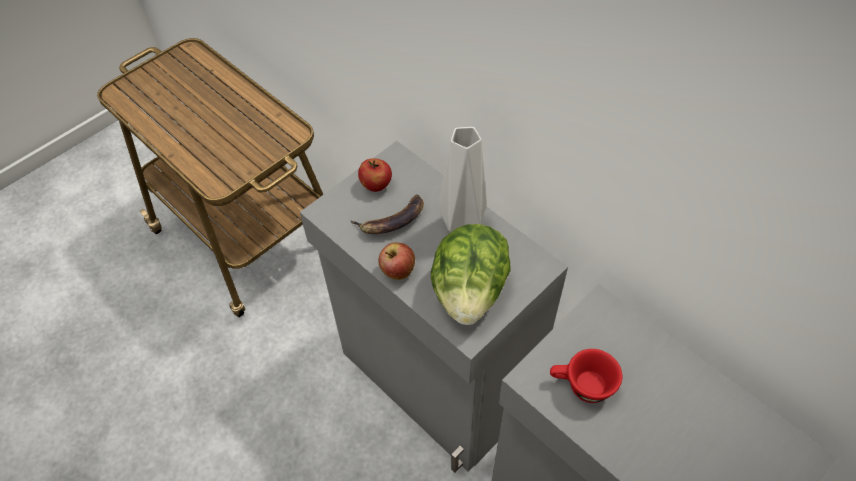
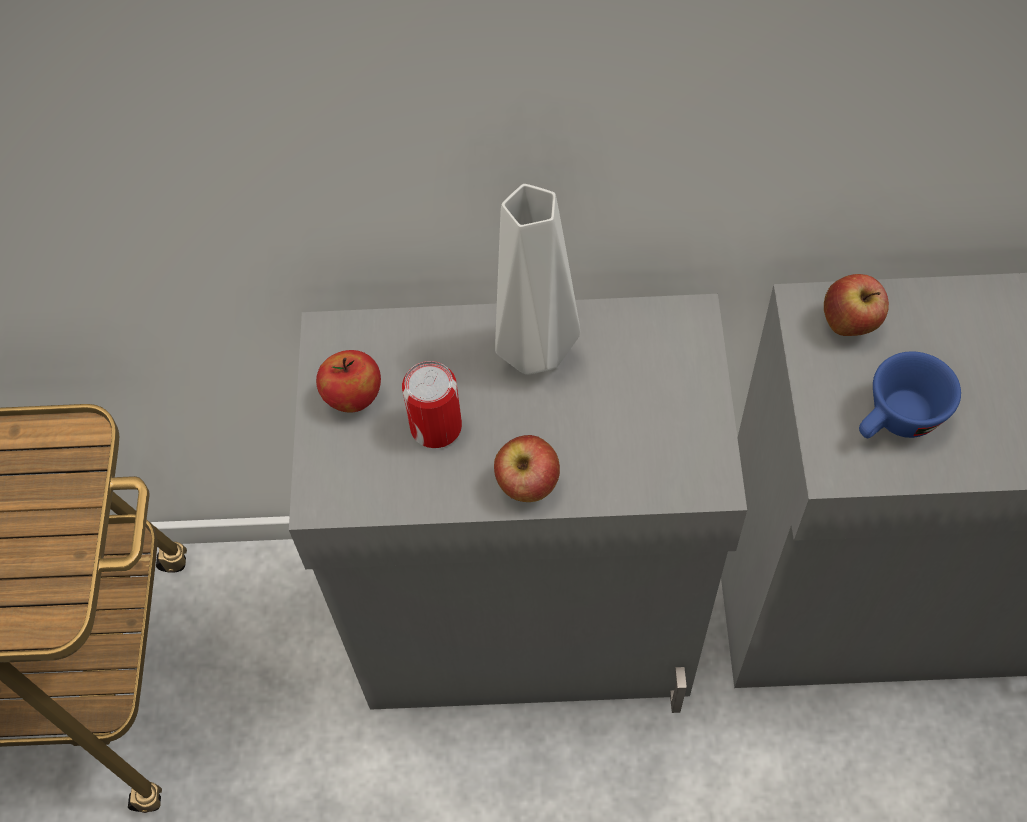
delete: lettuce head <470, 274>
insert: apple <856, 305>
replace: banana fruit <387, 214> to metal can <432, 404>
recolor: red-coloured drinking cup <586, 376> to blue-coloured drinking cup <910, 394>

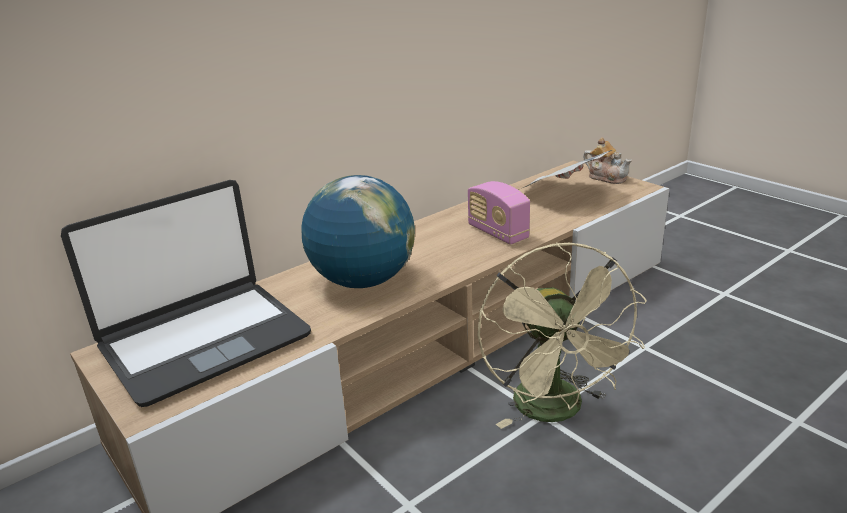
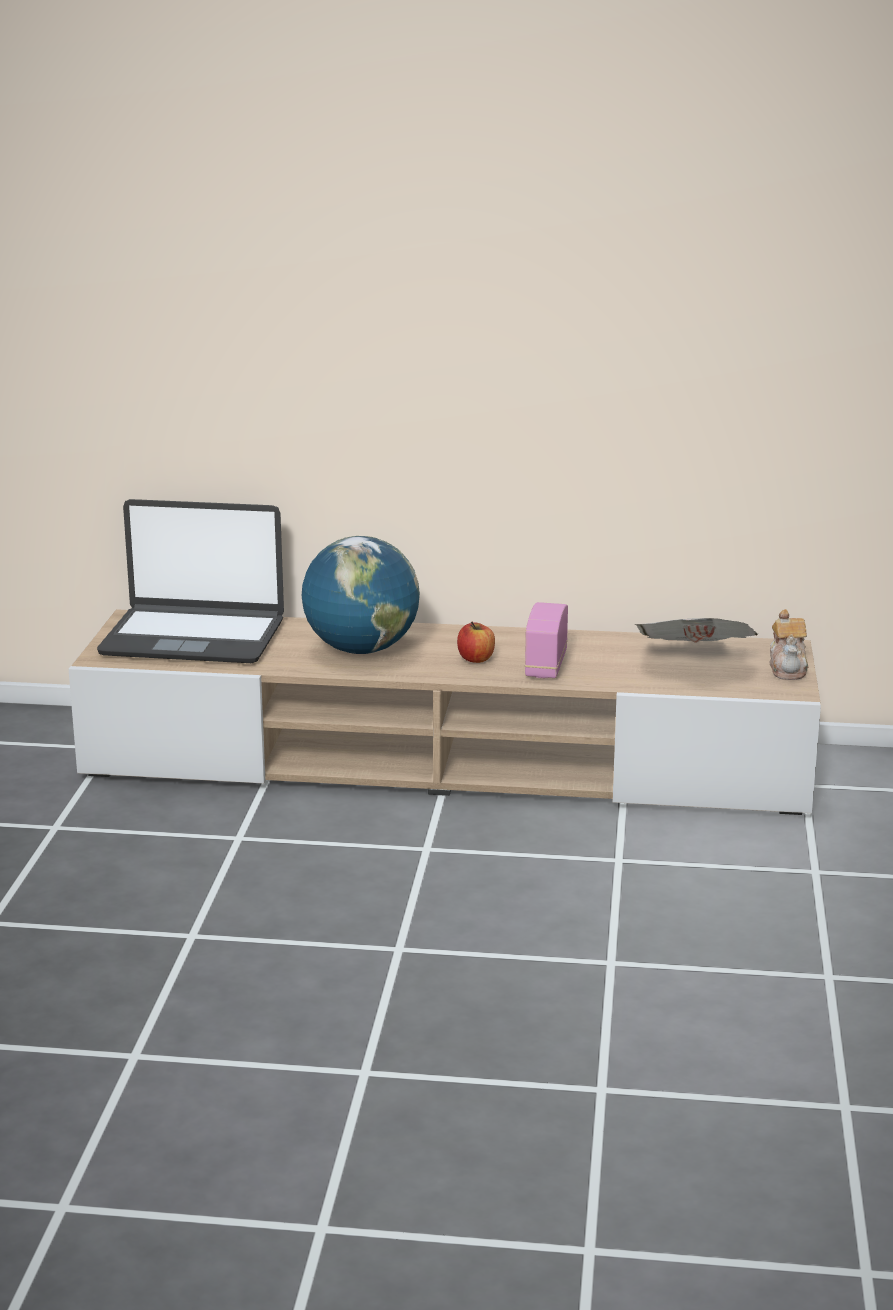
delete: beige-coloured electric fan <562, 335>
insert: apple <476, 642>

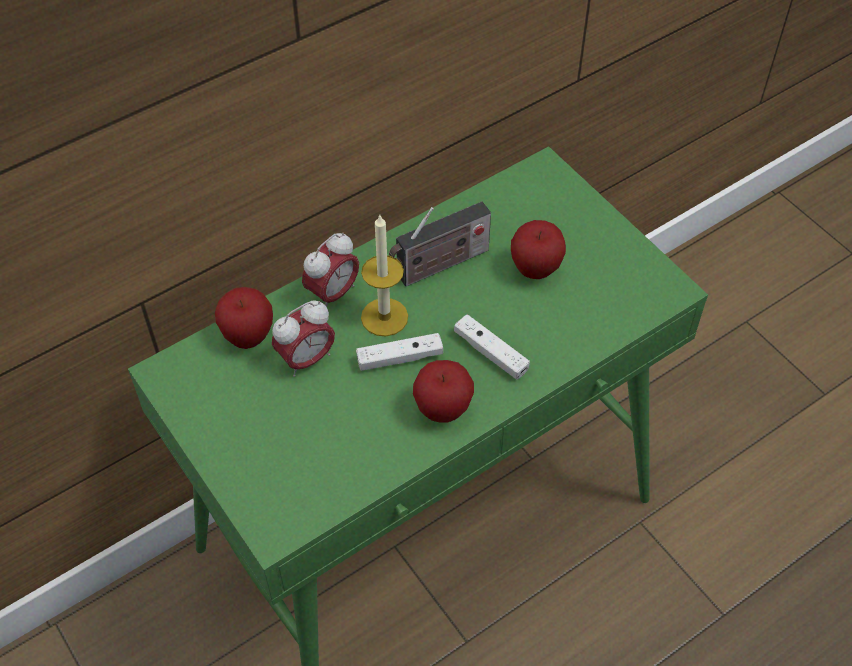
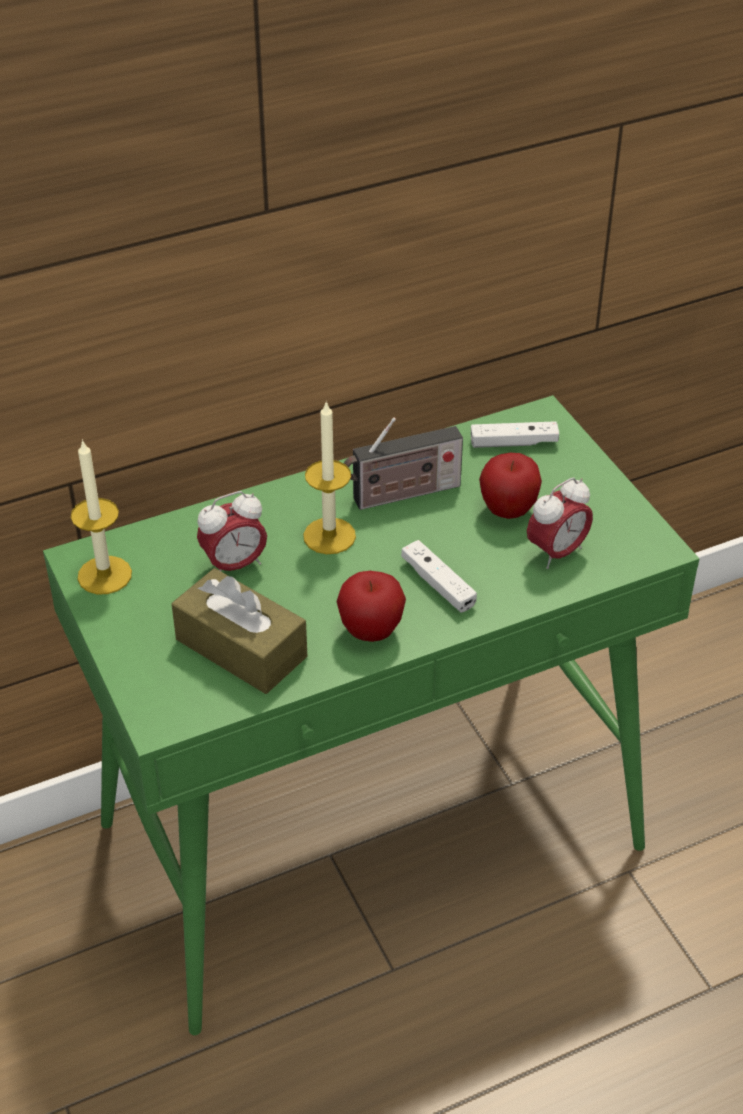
delete: apple <244, 318>
insert: candle <101, 517>; brown box of tissues <239, 631>
move: alarm clock <330, 269> to <560, 523>; white-coloured joypad <399, 352> to <515, 434>

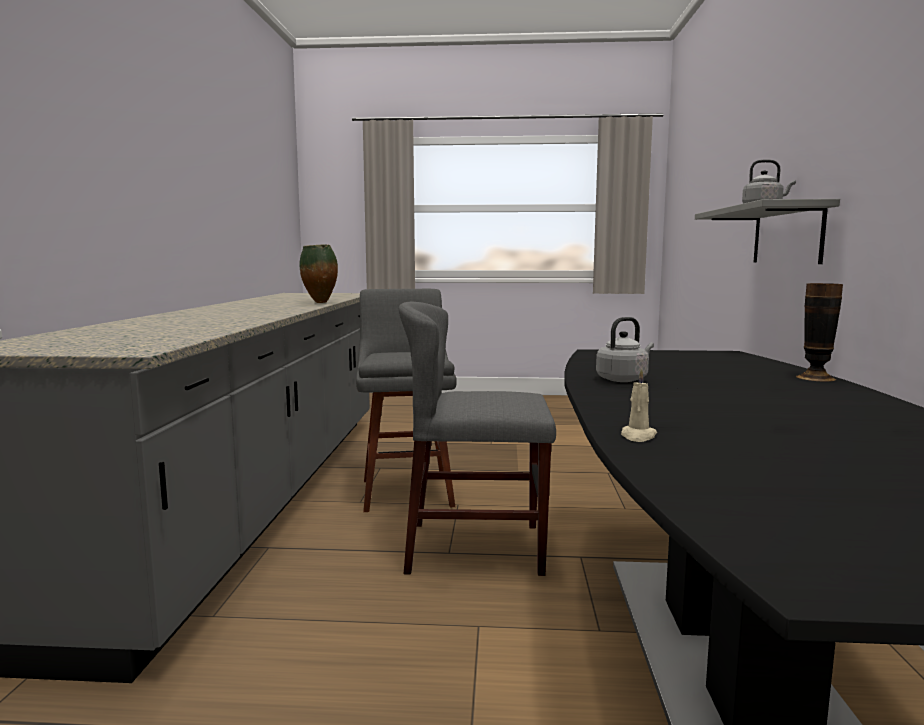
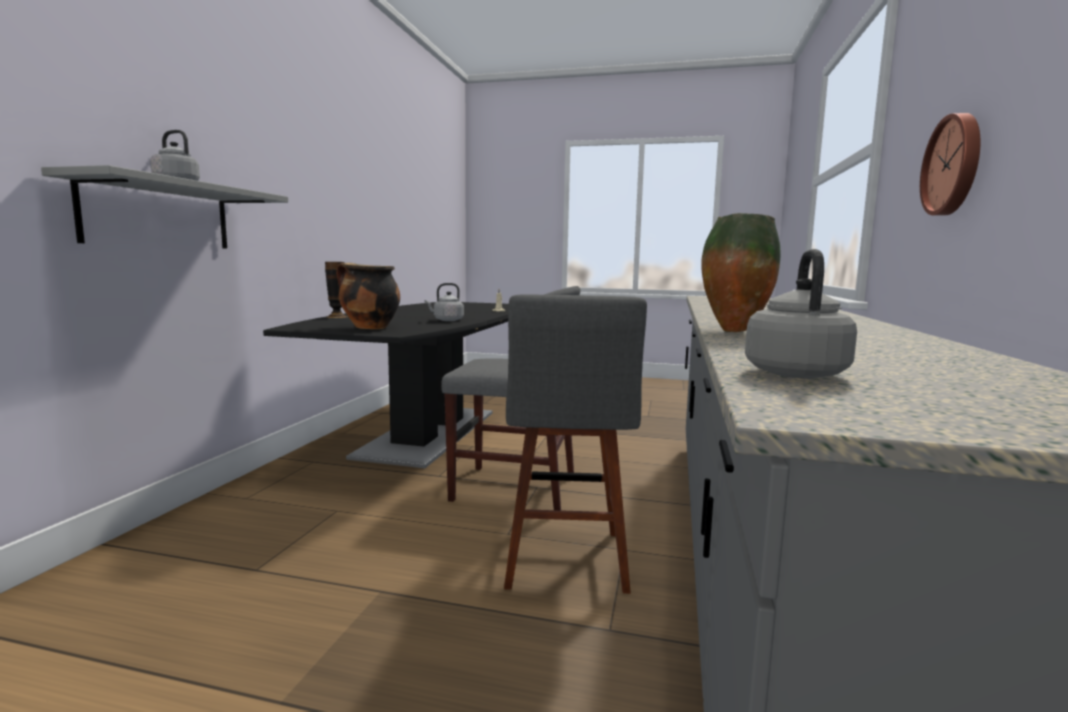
insert: stockpot <368, 296>; greyish tea kettle <801, 314>; hanging clock <950, 164>

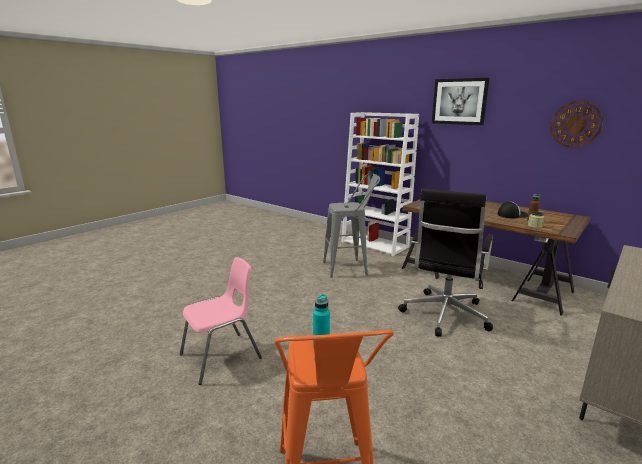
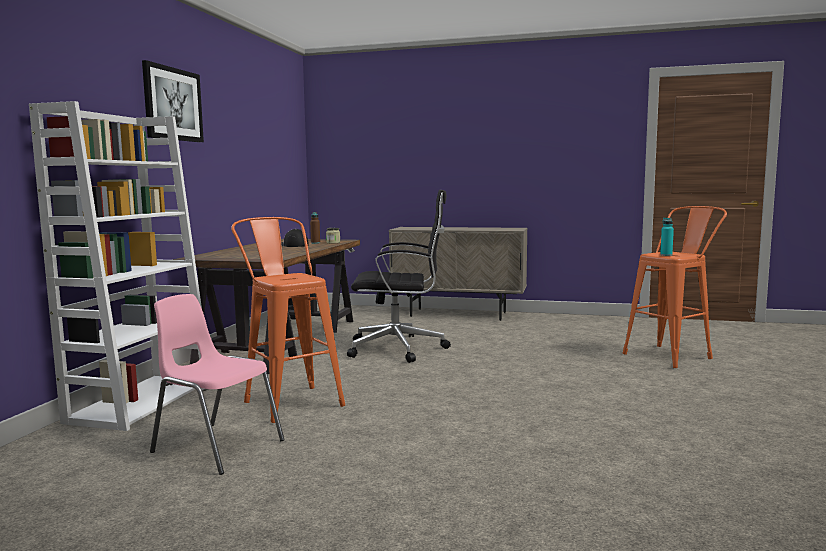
delete: hanging clock <577, 124>
move: pink-coloured upright chair <221, 321> to <217, 384>
recolor: greyish stool seat <351, 225> to orange stool seat <288, 320>

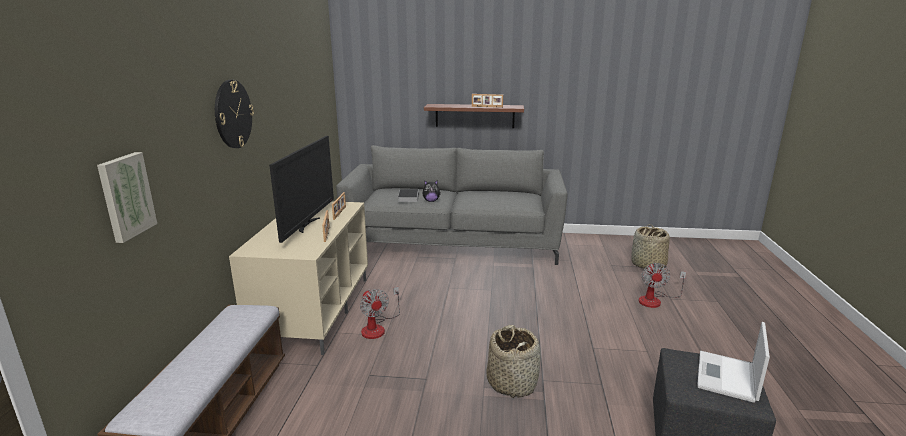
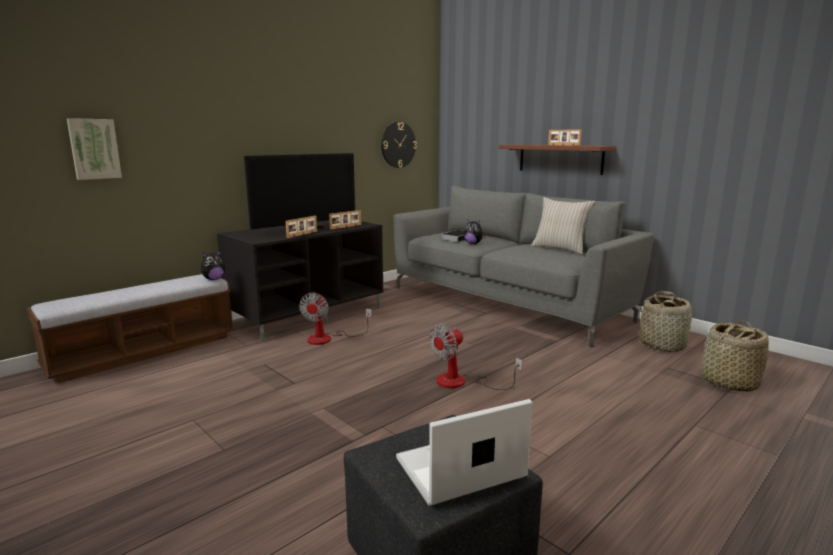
insert: cuddly toy <213, 265>; beige-coloured cushion <563, 226>
move: hanging clock <234, 114> to <399, 145>; basket <513, 361> to <665, 321>; electric fan <662, 285> to <475, 357>
recolor: beige-coloured tv stand <298, 278> to black-coloured tv stand <300, 281>

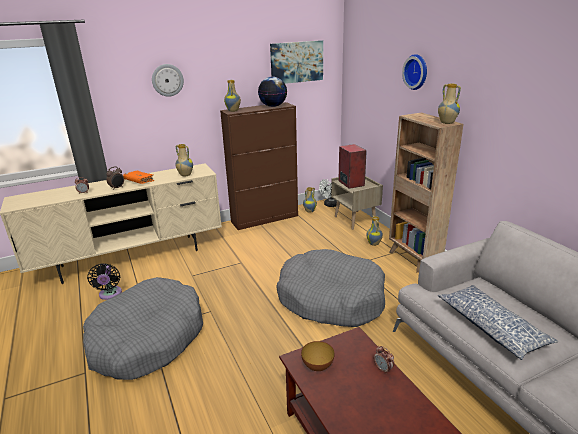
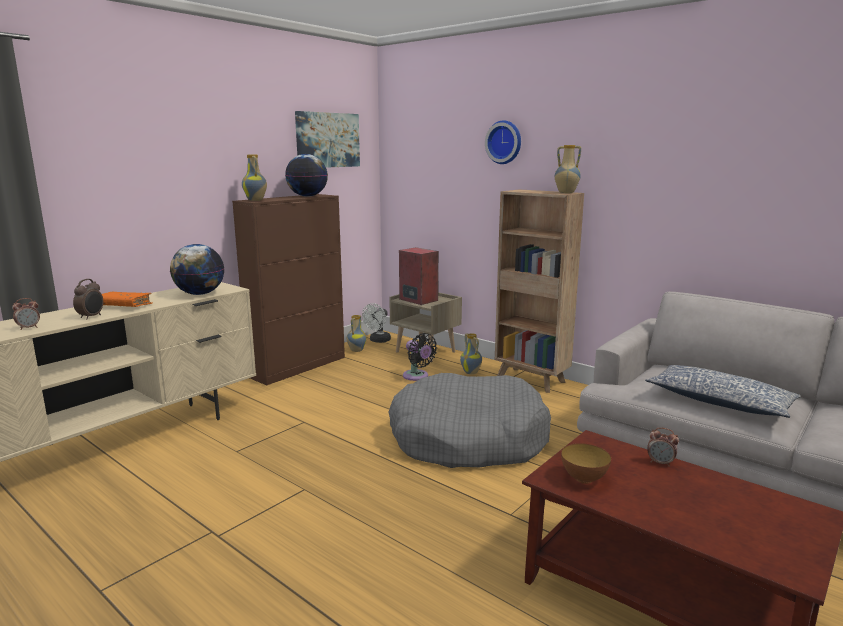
delete: greyish dog cushion <143, 328>; hanging clock <168, 80>
move: black-coloured electric fan <104, 281> to <420, 357>
replace: vase <184, 160> to world globe <197, 269>

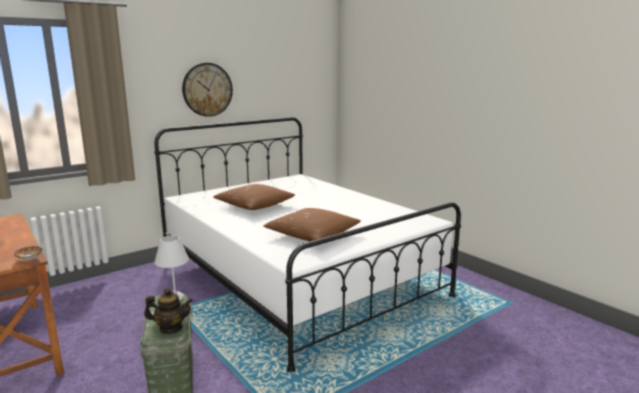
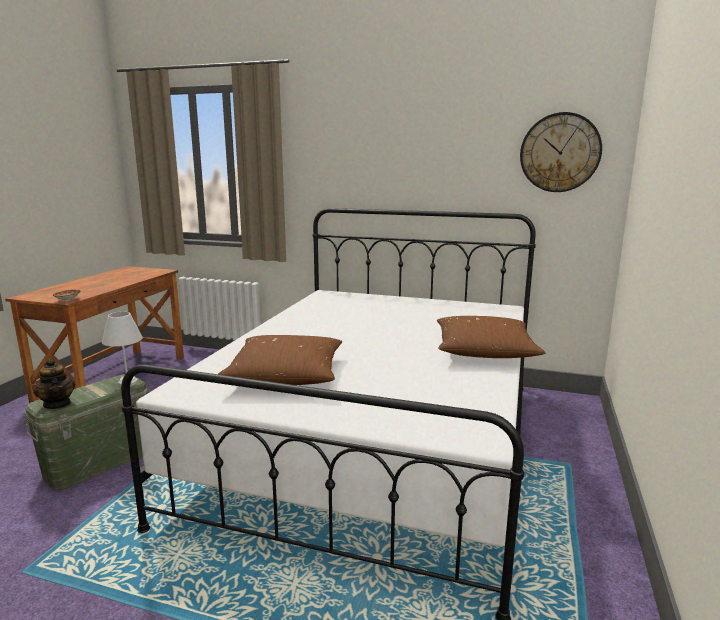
move: hanging clock <207, 90> to <561, 152>; brown cushion <254, 197> to <491, 337>

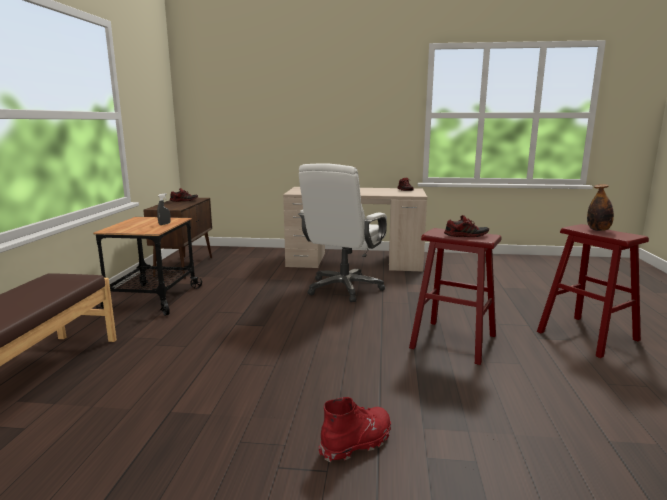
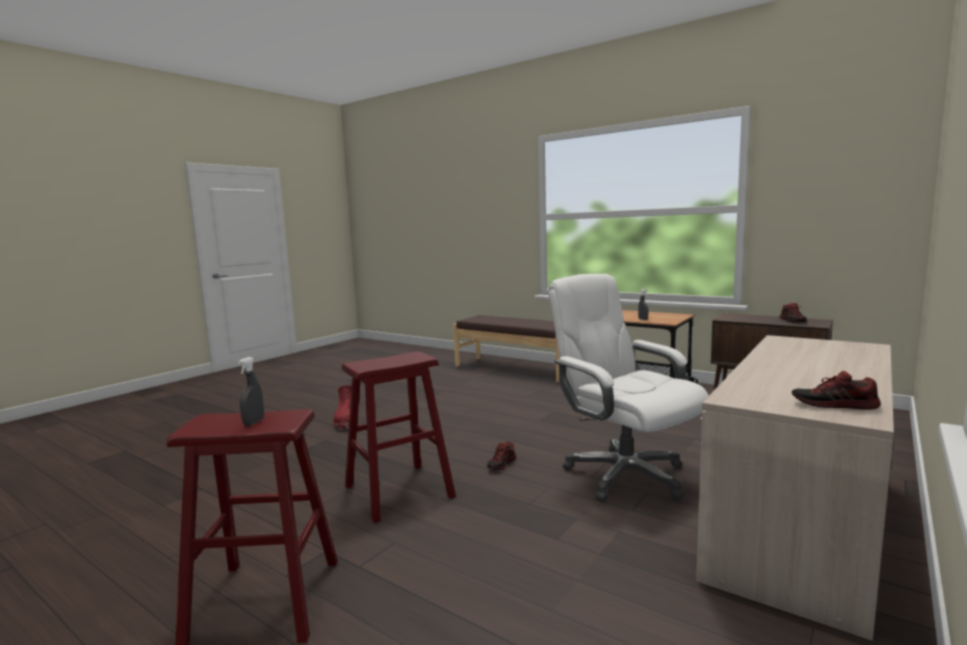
move: shoe <466, 226> to <501, 456>
replace: drink bottle <600, 207> to greyish spray bottle <251, 391>

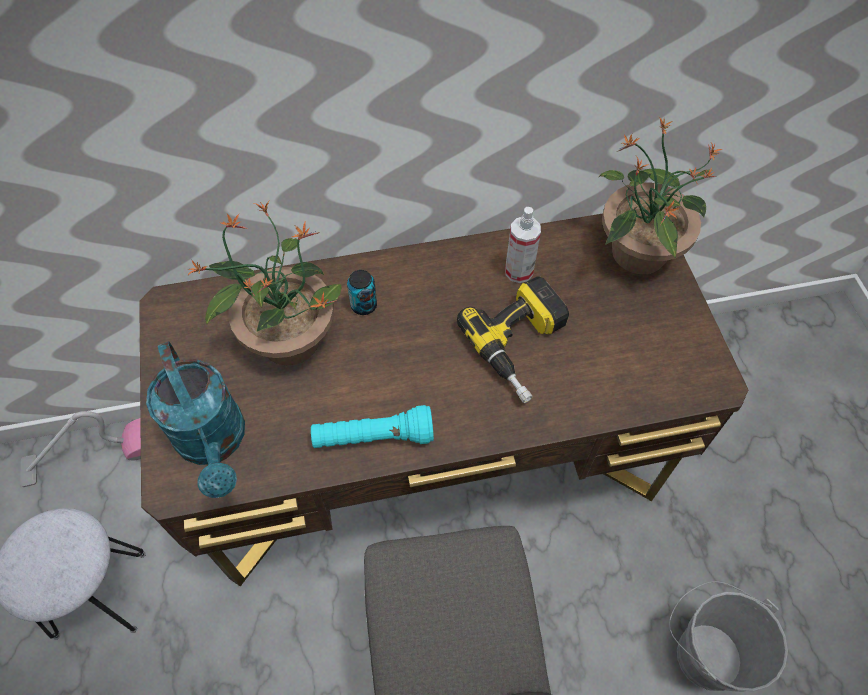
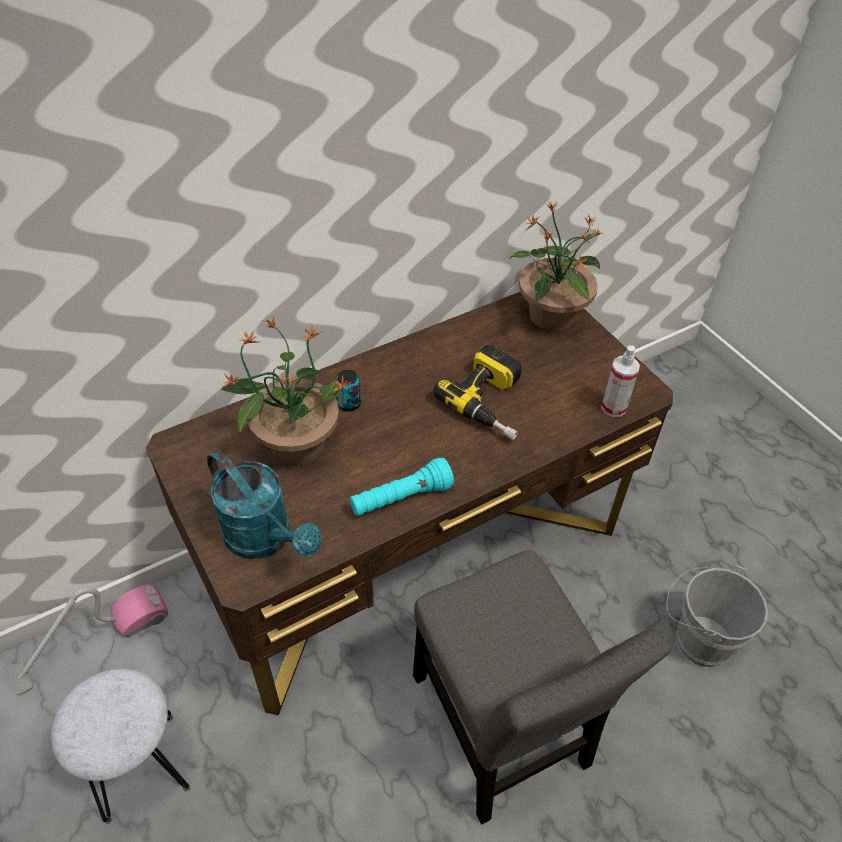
move: spray bottle <523, 245> to <620, 381>

